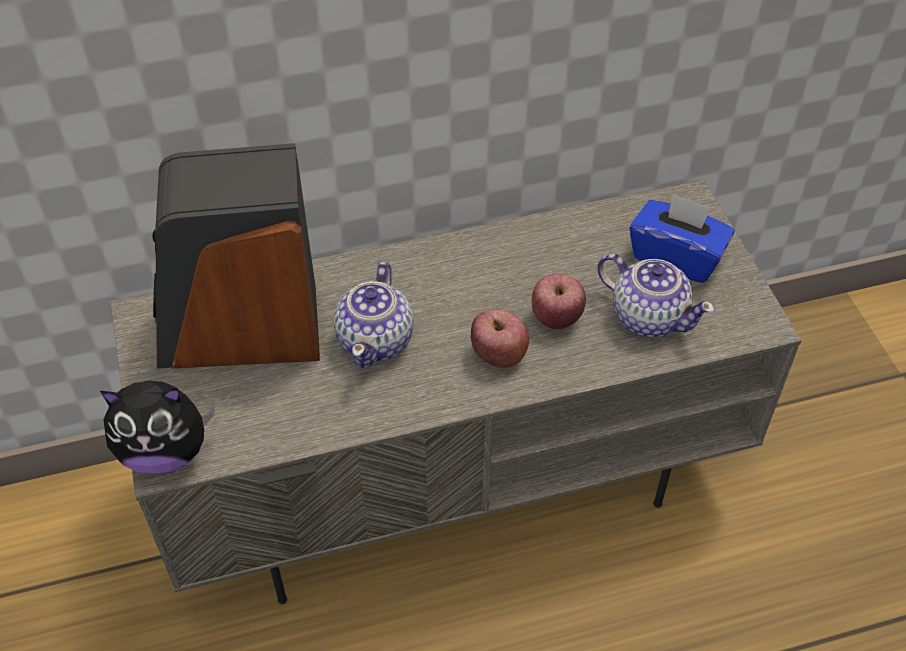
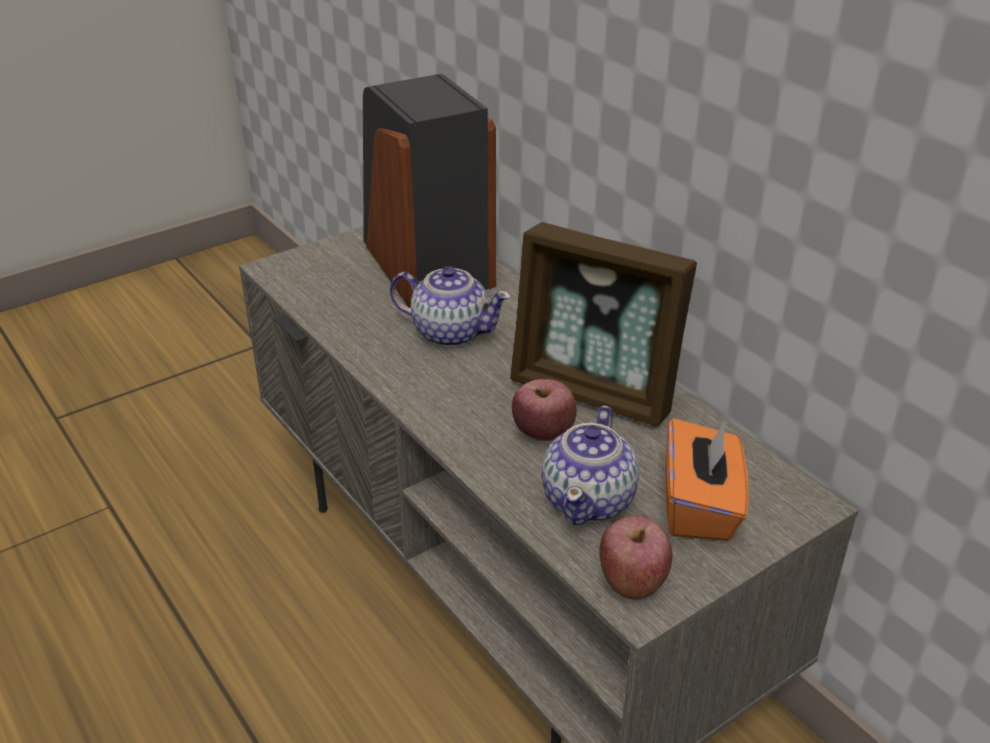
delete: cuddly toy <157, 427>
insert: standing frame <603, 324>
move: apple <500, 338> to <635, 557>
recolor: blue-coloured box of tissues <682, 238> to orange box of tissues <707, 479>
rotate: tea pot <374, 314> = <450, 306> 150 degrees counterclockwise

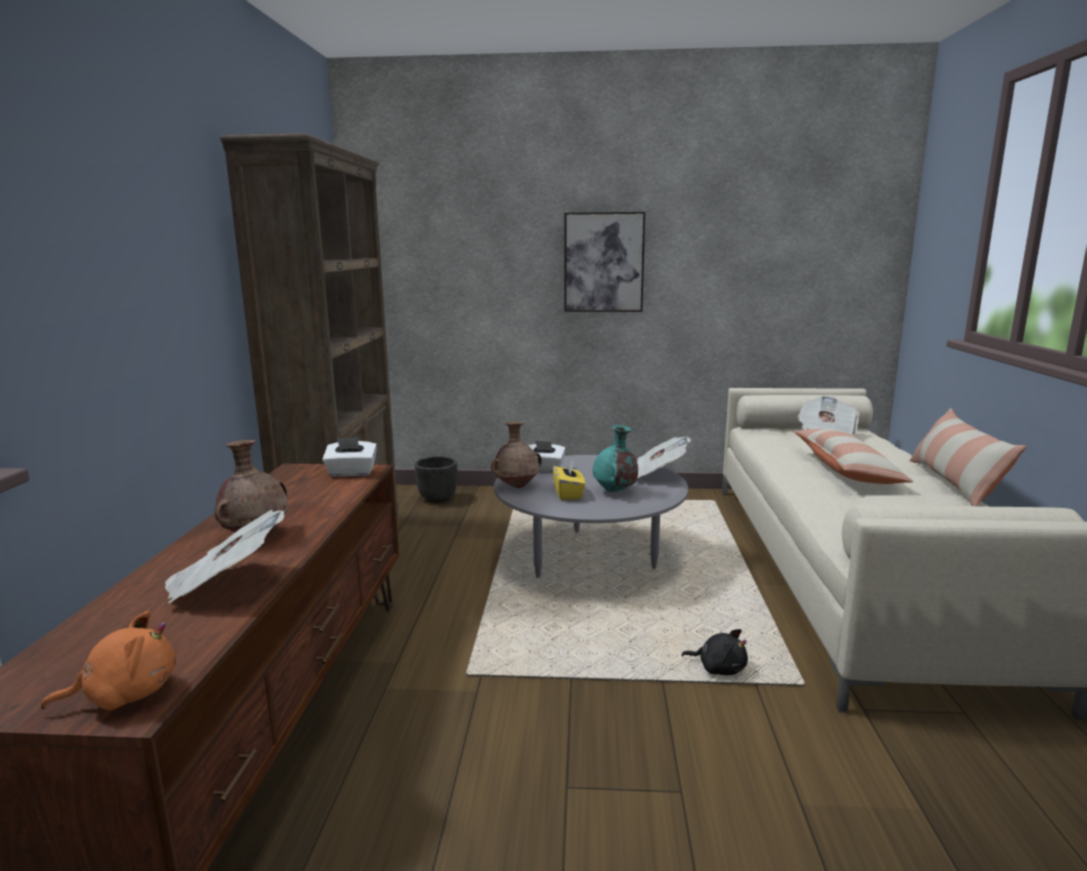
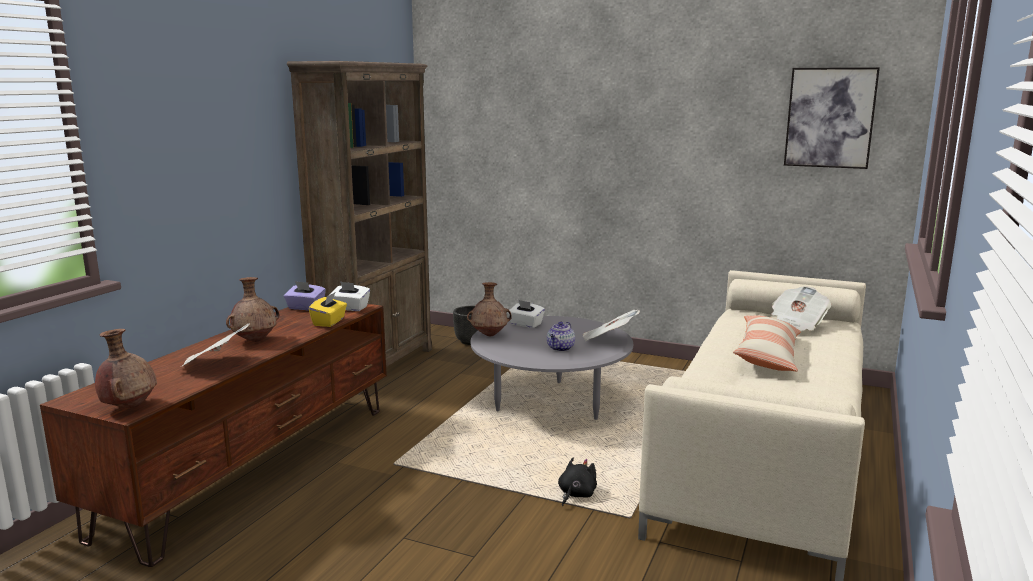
delete: cushion <968, 457>
insert: purple box of tissues <305, 296>
move: yellow box of tissues <569, 480> to <328, 310>; wall picture <604, 262> to <832, 118>
replace: orange cuddly toy <108, 660> to brown vase <126, 368>; turquoise vase <615, 458> to tea pot <561, 337>
rotate: black-coloured cuddly toy <715, 652> = <577, 481> 105 degrees counterclockwise

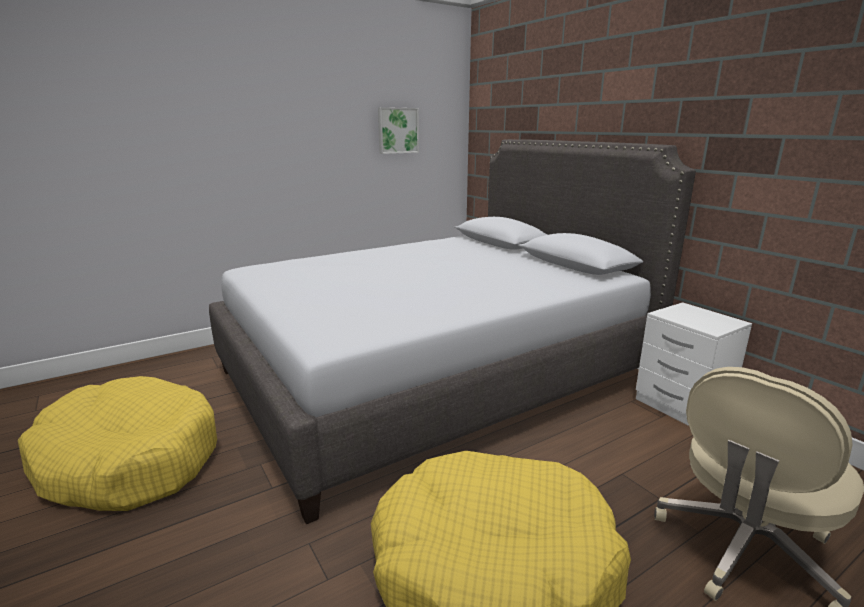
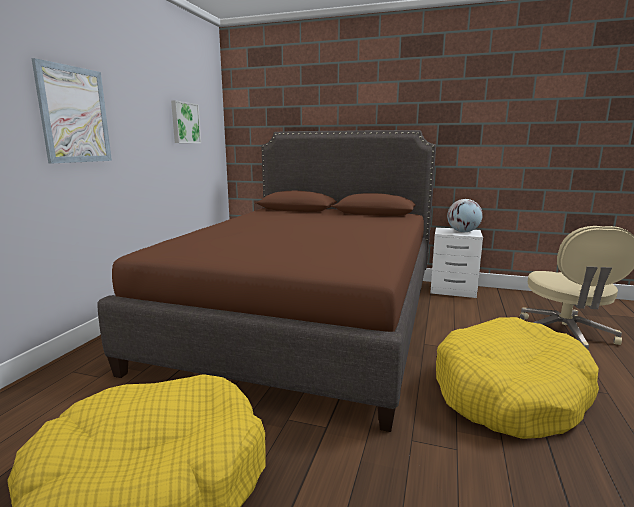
insert: wall picture <71, 110>; world globe <465, 215>
recolor: greyish sleeping bed <452, 331> to brown sleeping bed <267, 281>

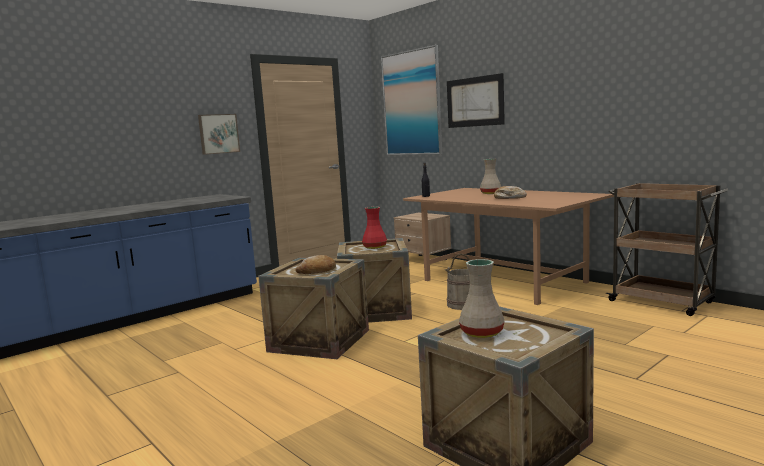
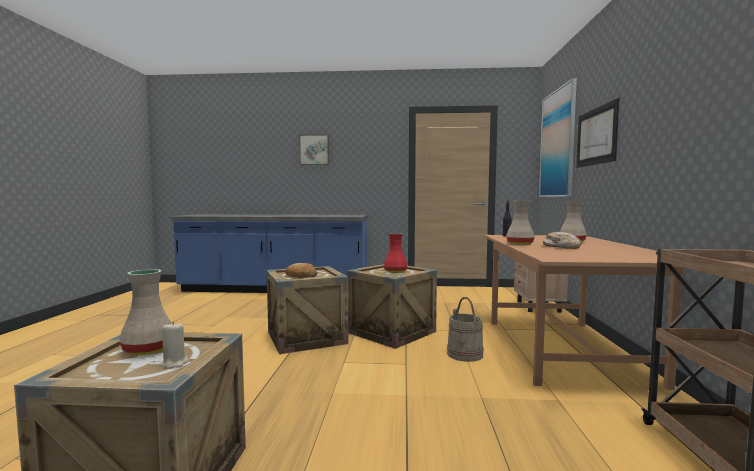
insert: beige-coloured candle <174, 345>; beige-coloured vase <520, 223>
move: wall picture <219, 134> to <314, 150>

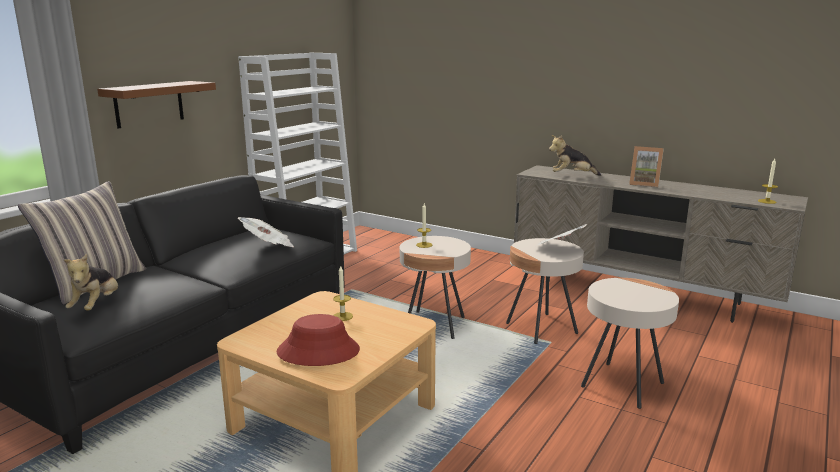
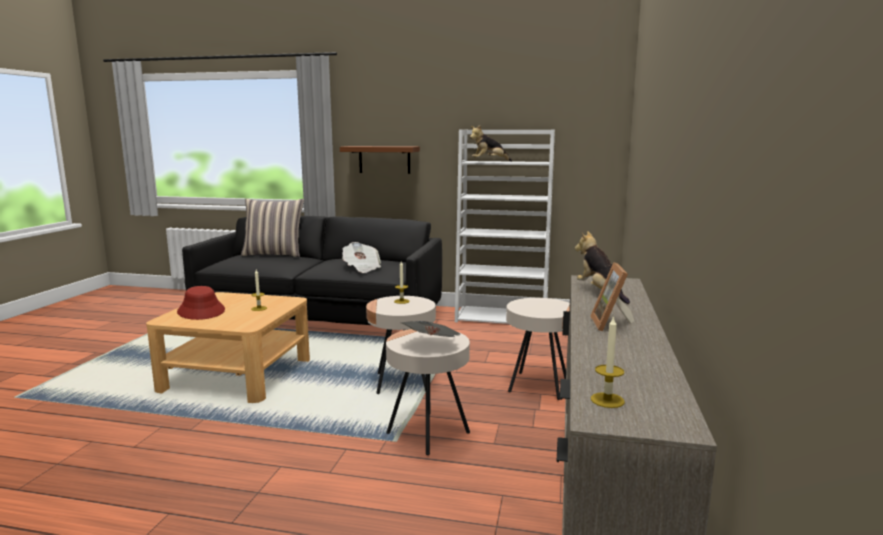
move: cuddly toy <91, 282> to <491, 143>; beige-coloured accent table <630, 343> to <538, 349>

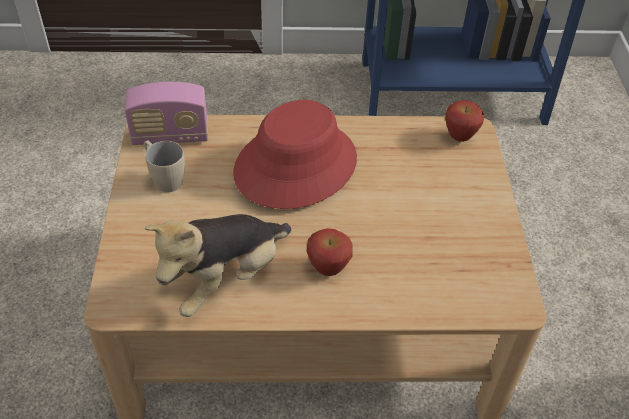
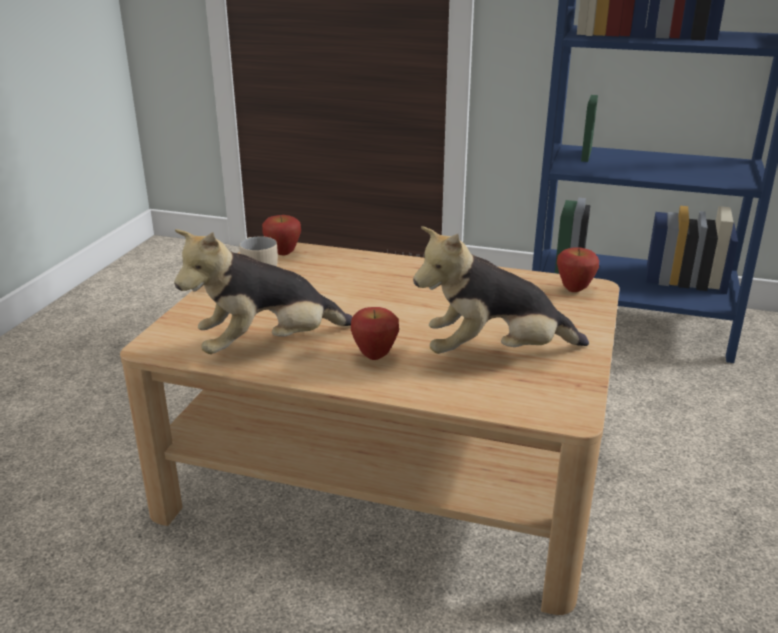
delete: red-coloured clothing hat <295, 154>
insert: cuddly toy <501, 290>
replace: radio <166, 113> to apple <281, 235>

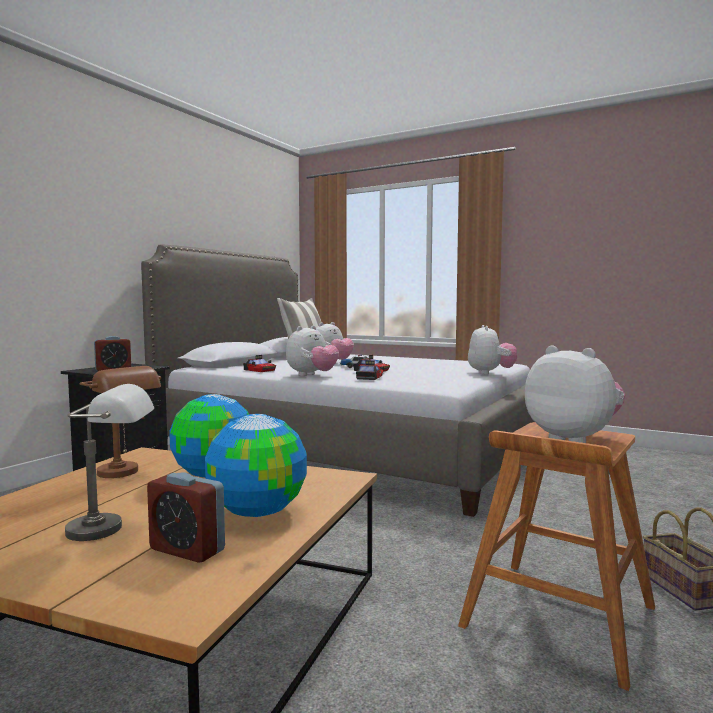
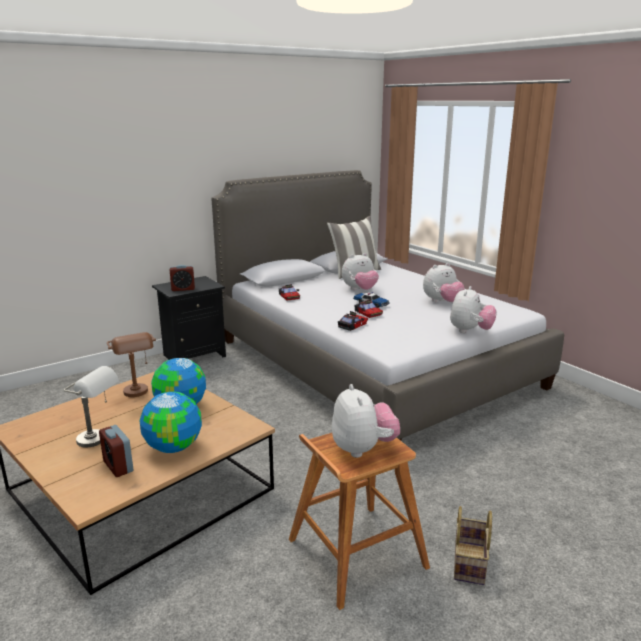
move: cuddly toy <312, 350> to <444, 282>

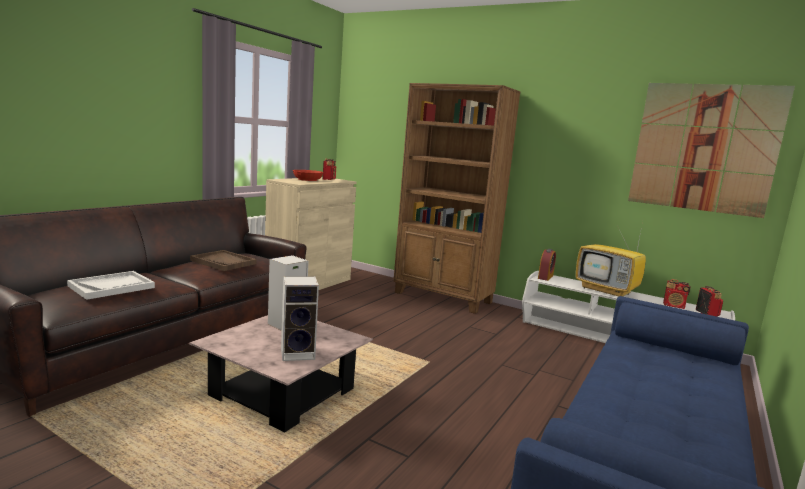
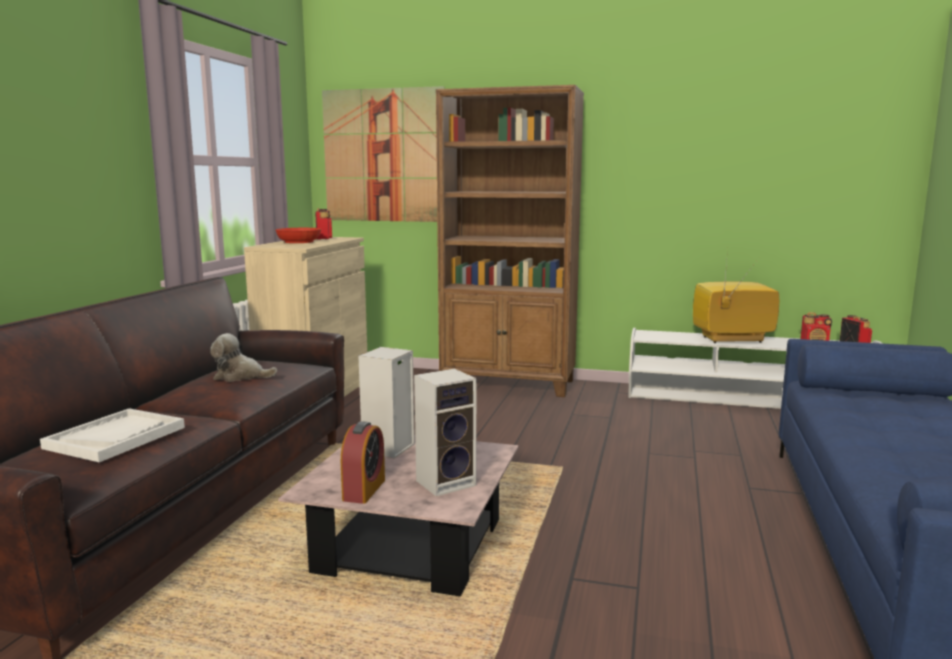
move: alarm clock <547, 265> to <363, 462>; wall picture <711, 150> to <383, 154>
replace: brown serving tray <223, 260> to cuddly toy <243, 357>
rotate: television <611, 259> = <736, 296> 150 degrees clockwise

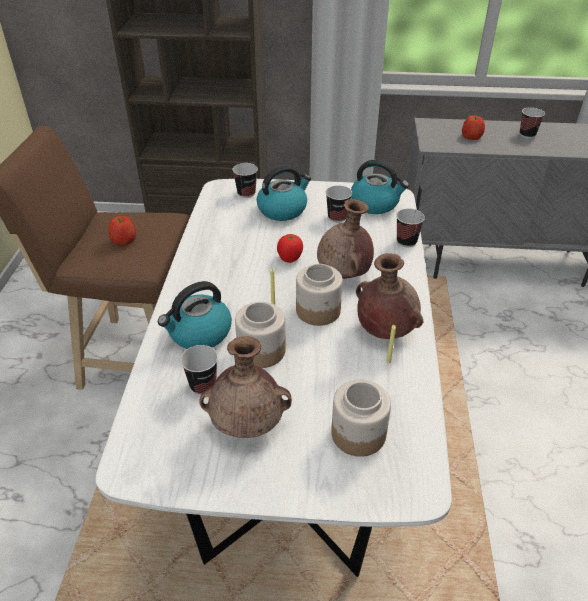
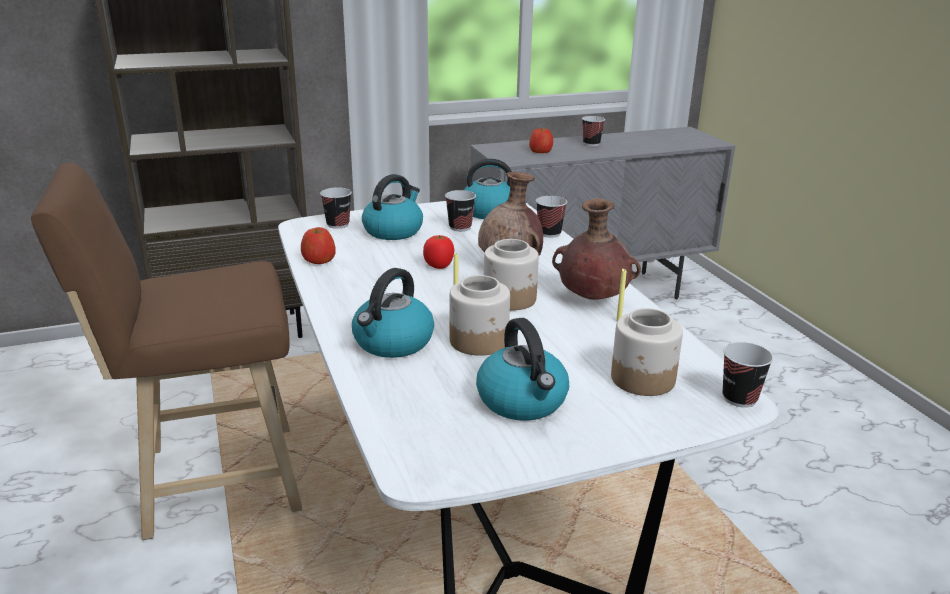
move: apple <122, 230> to <318, 245>; drinking cup <199, 370> to <748, 375>
replace: brown vase <245, 387> to tea kettle <522, 369>

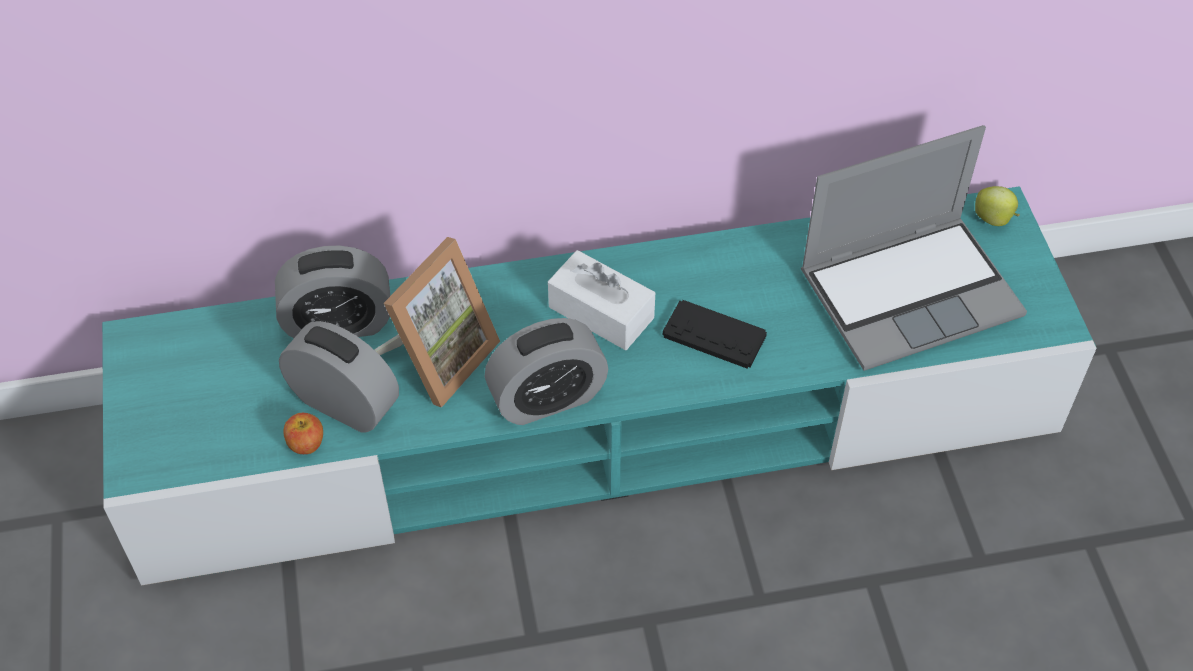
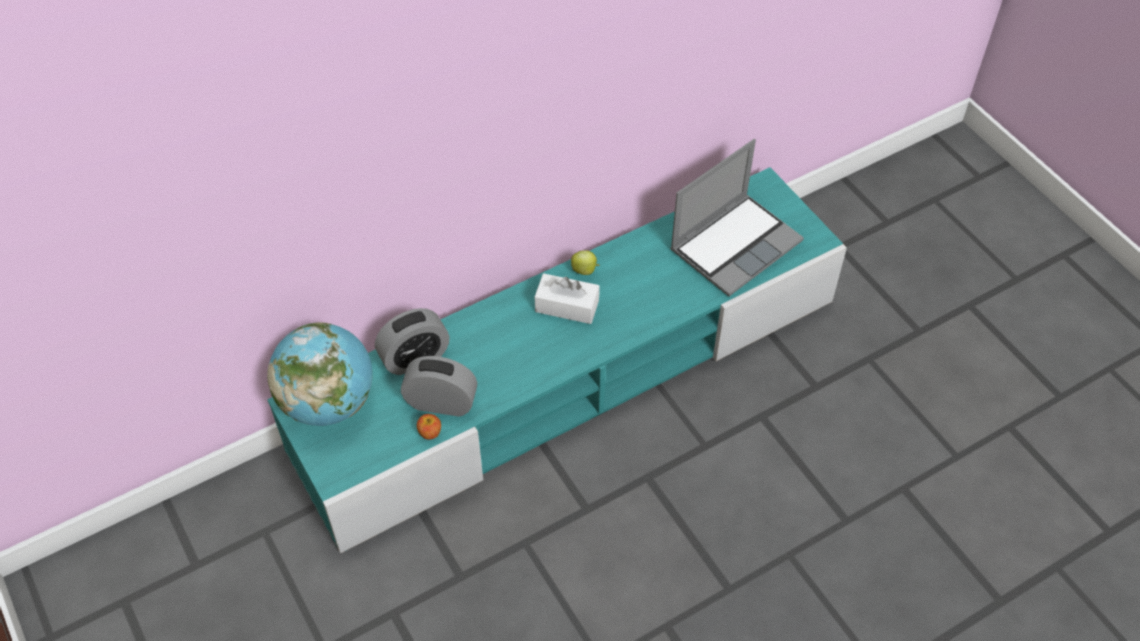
delete: standing frame <437, 322>; alarm clock <546, 371>; black-coloured joypad <715, 334>
insert: world globe <320, 374>
move: apple <997, 206> to <585, 262>

